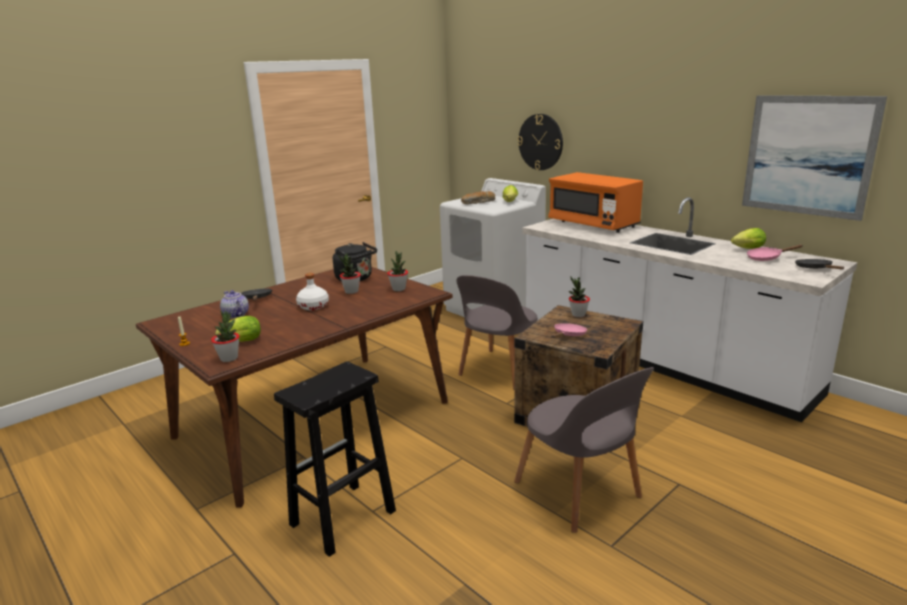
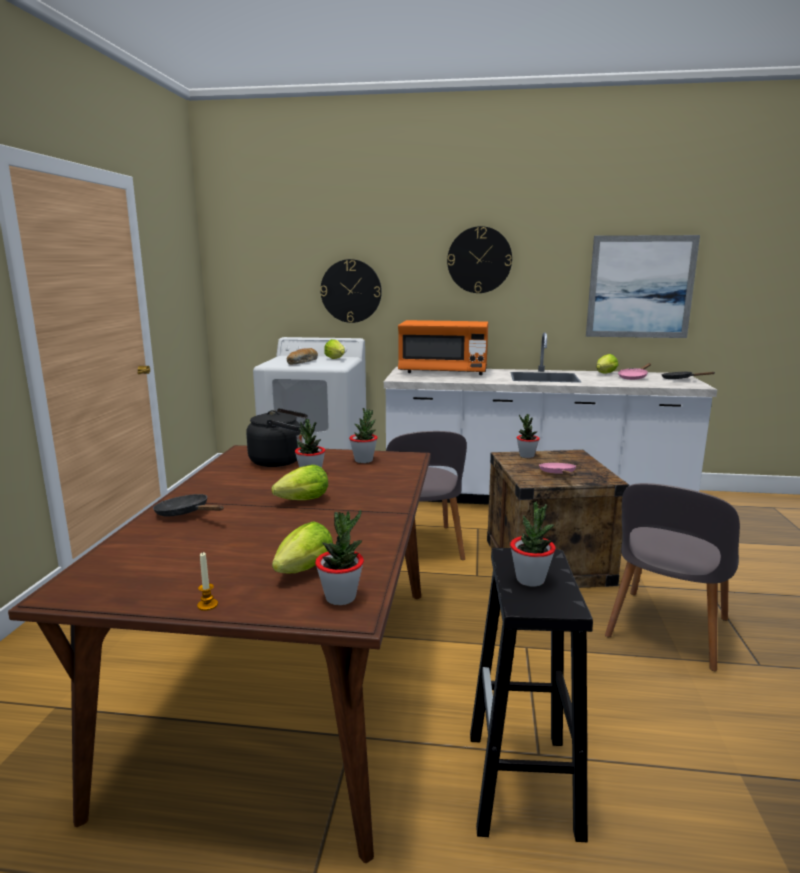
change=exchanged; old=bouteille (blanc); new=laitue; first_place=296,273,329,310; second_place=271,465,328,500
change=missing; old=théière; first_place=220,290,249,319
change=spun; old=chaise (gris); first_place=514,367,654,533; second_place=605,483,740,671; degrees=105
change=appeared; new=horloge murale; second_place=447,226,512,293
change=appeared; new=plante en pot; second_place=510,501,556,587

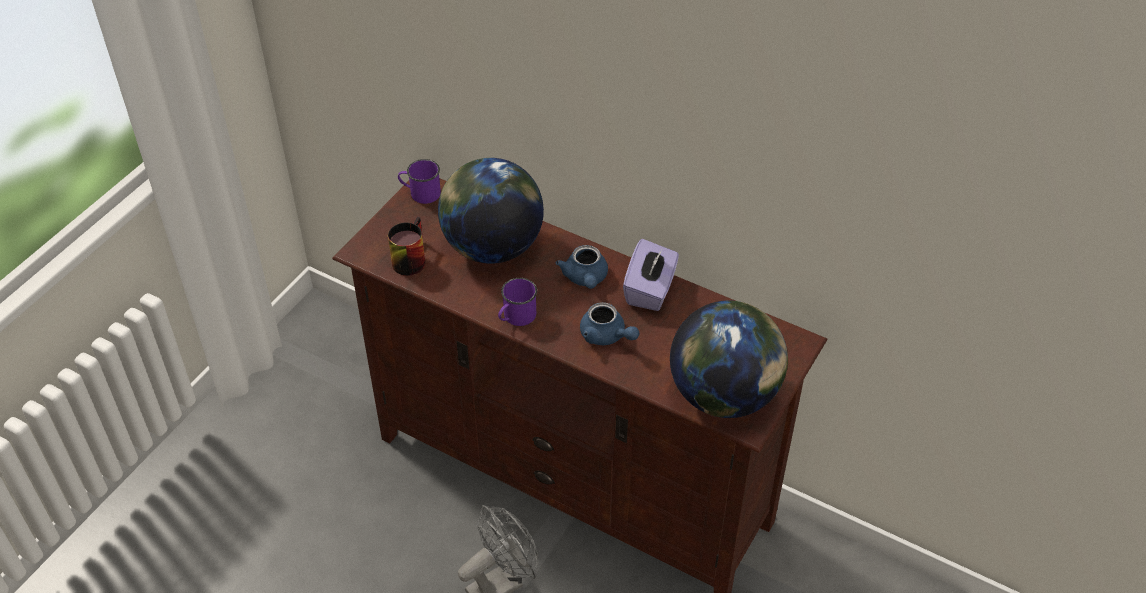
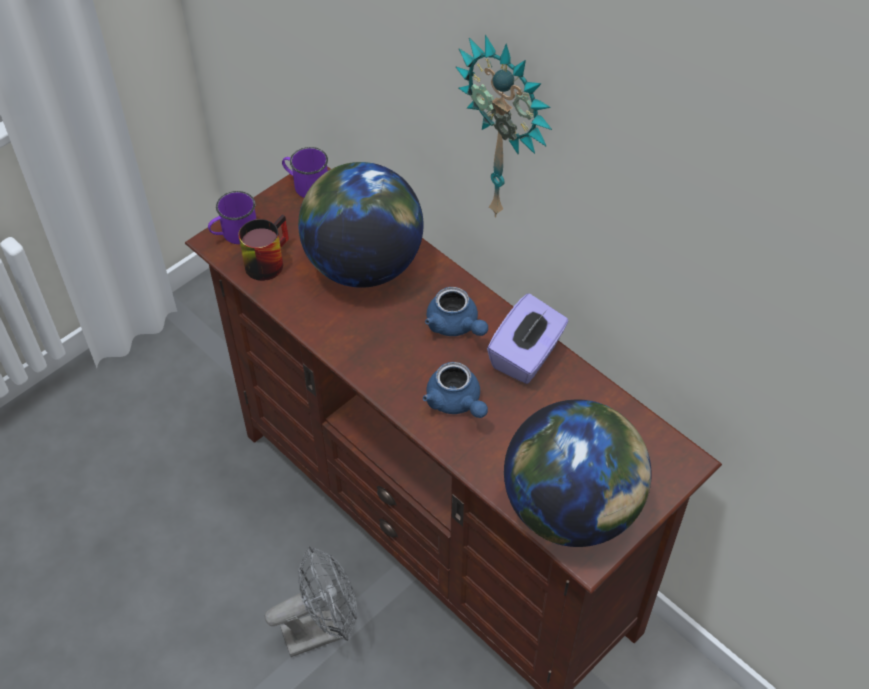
change=spun; old=théière (bleu); first_place=556,245,608,289; second_place=425,287,488,336; degrees=-45
change=relocated; old=mug (violet); first_place=498,278,537,326; second_place=208,191,256,244
change=appeared; new=horloge murale; second_place=456,35,552,218

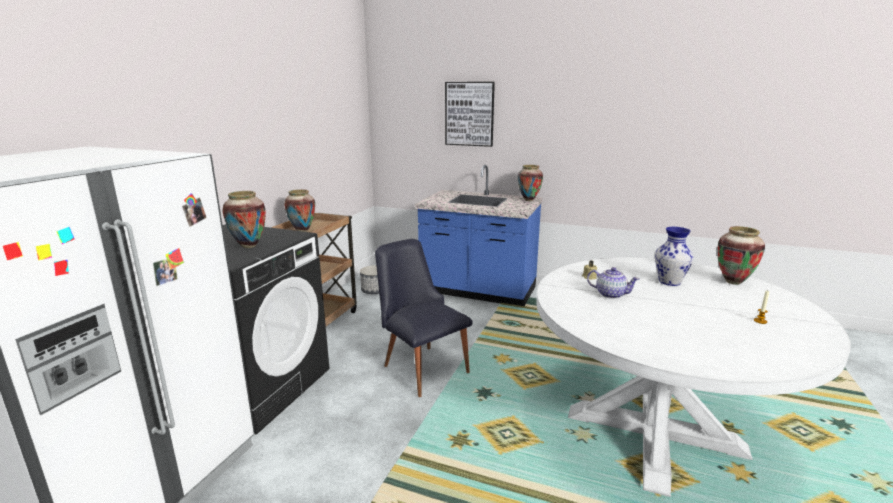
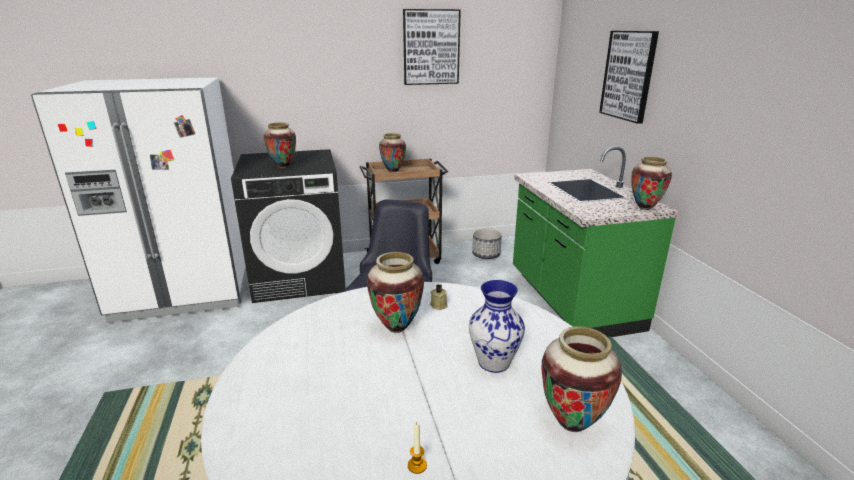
change=colour; old=comptoir de cuisine (bleu); new=comptoir de cuisine (vert); first_place=415,165,543,306; second_place=513,146,678,337
change=exchanged; old=théière; new=vase; first_place=587,267,639,299; second_place=367,252,424,333
change=appeared; new=tableau; second_place=403,9,461,85

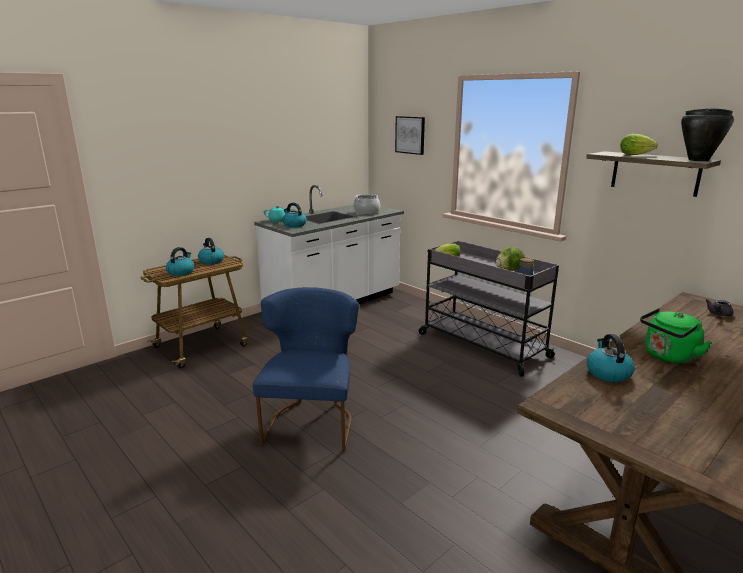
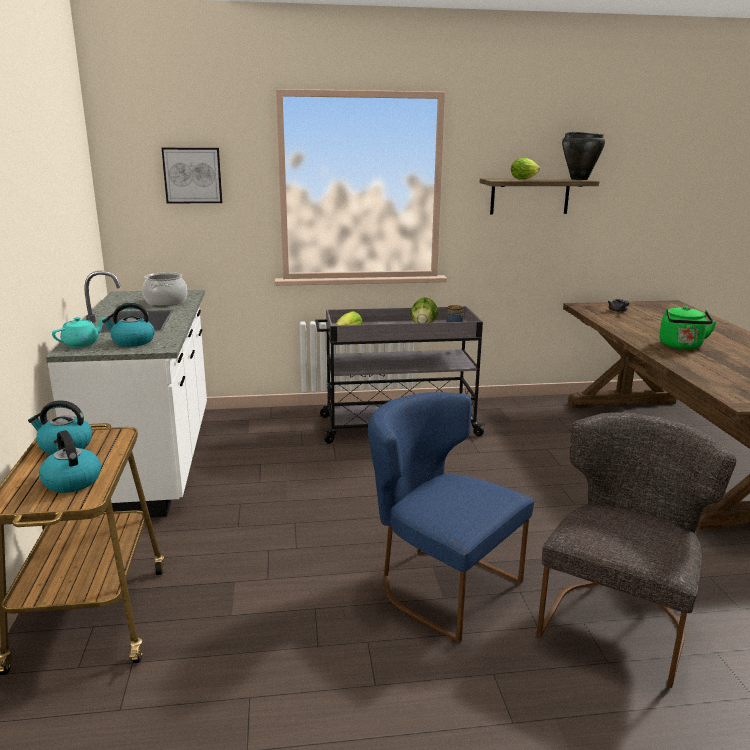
change=missing; old=bouilloire; first_place=587,334,635,382
change=appeared; new=chaise (gris); second_place=537,412,736,688

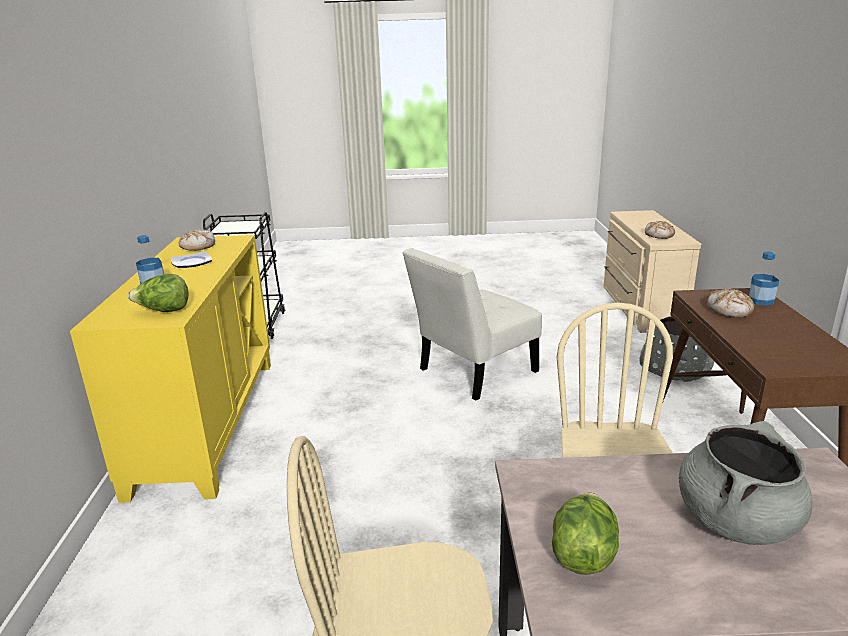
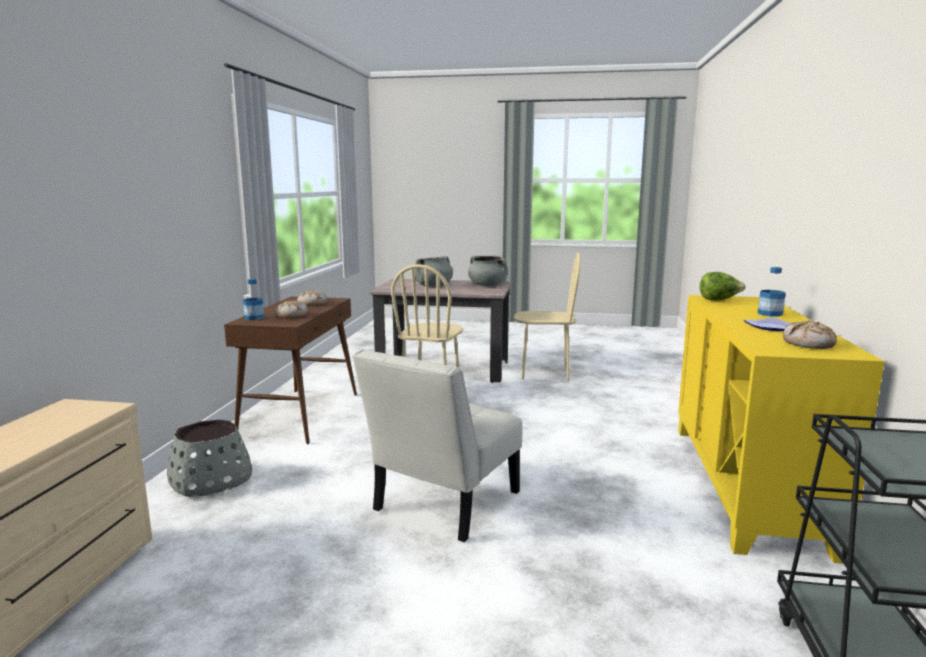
change=relocated; old=pain; first_place=645,221,675,239; second_place=297,290,327,306
change=spun; old=chaise (blanc); first_place=403,248,542,401; second_place=352,349,522,542; degrees=150
change=exchanged; old=laitue; new=marmite (gris); first_place=552,493,619,575; second_place=468,256,508,286

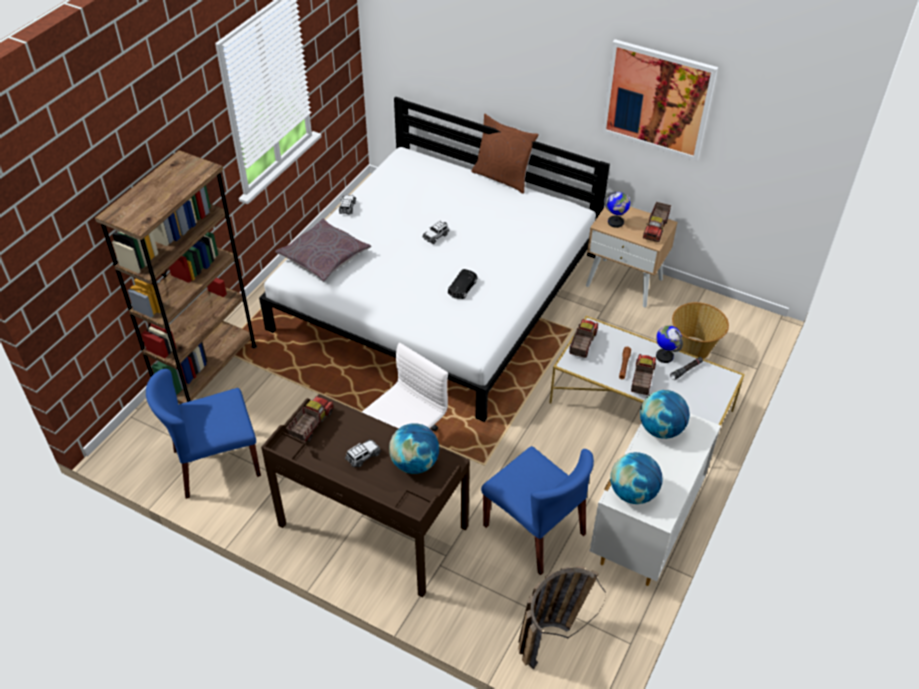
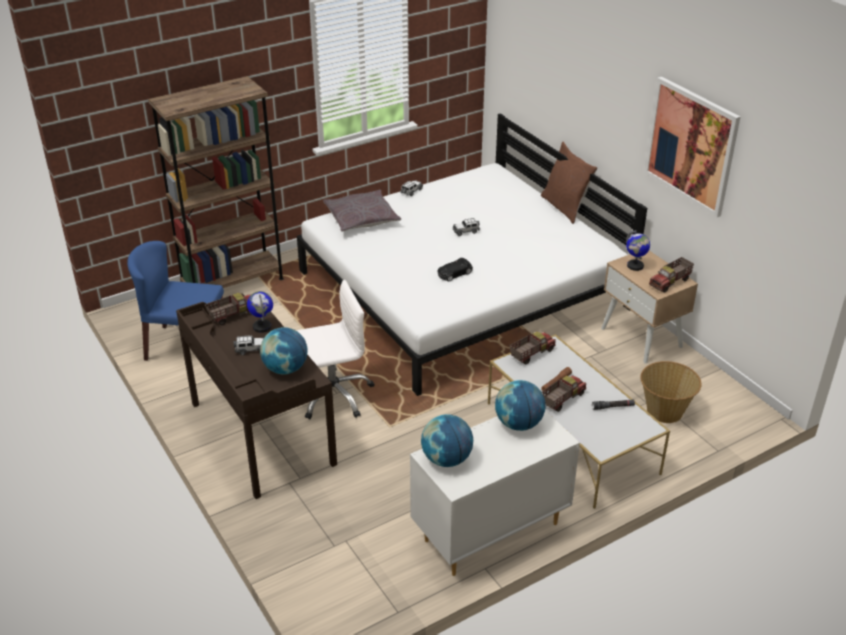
change=relocated; old=globe; first_place=656,325,683,363; second_place=247,291,273,333
change=missing; old=chaise (bleu); first_place=481,446,594,575
change=missing; old=panier; first_place=518,566,606,669

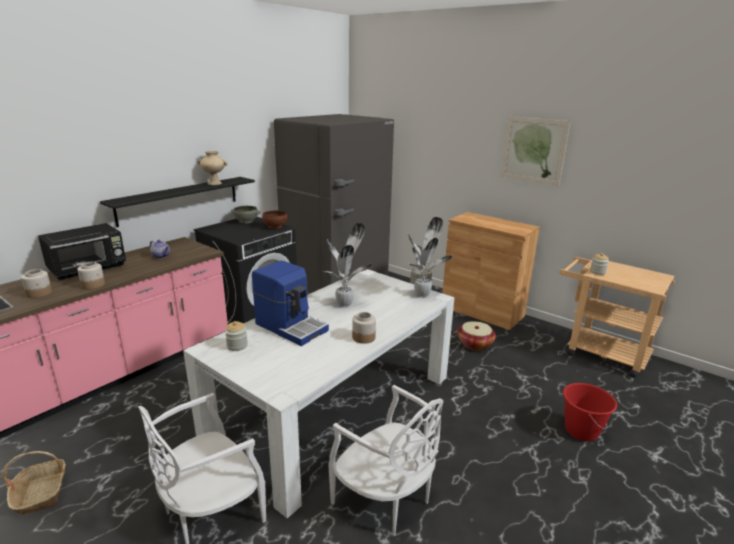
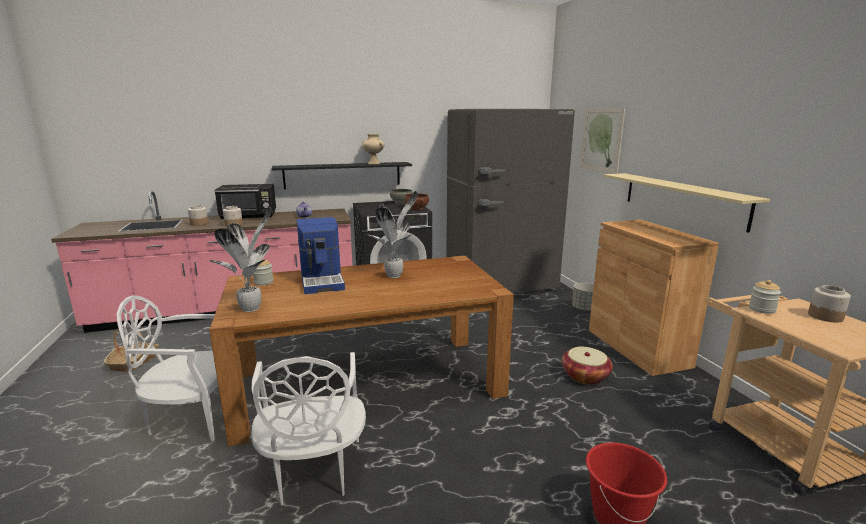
change=relocated; old=tableau; first_place=501,117,570,185; second_place=580,108,625,174
change=relocated; old=plante en pot; first_place=408,217,452,298; second_place=209,207,271,312
change=colour; old=table à manger (blanc); new=table à manger (marron); first_place=183,269,455,518; second_place=209,256,514,447
change=relocated; old=bocal; first_place=352,312,376,344; second_place=808,285,851,323
change=appeared; new=étagère (beige); second_place=603,173,770,233

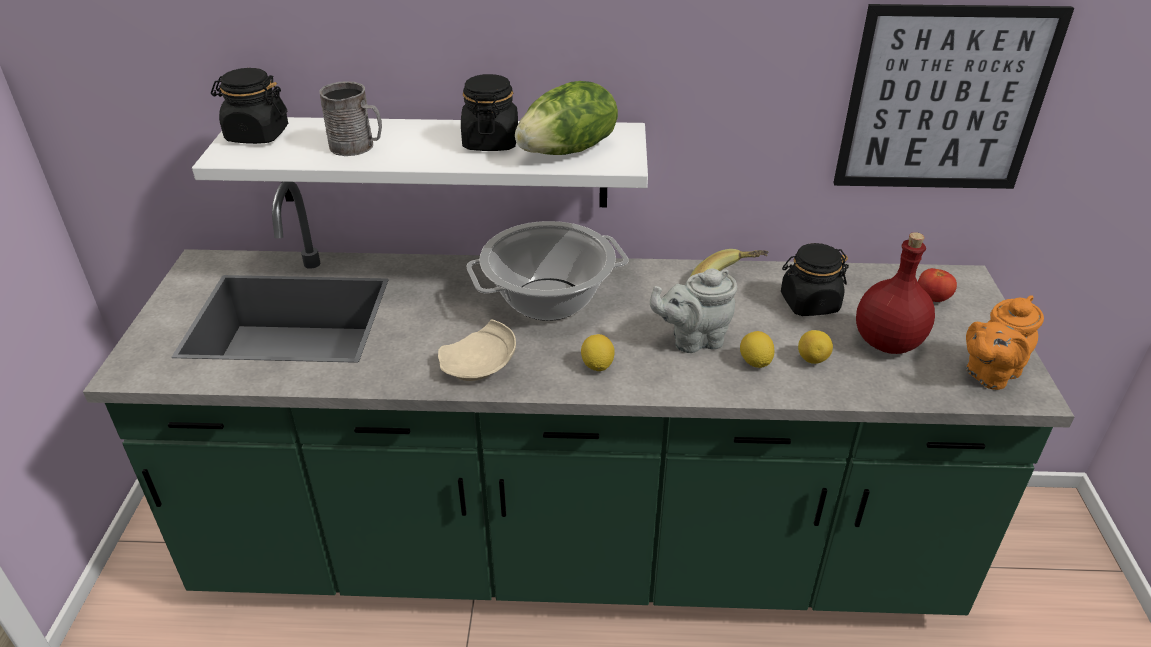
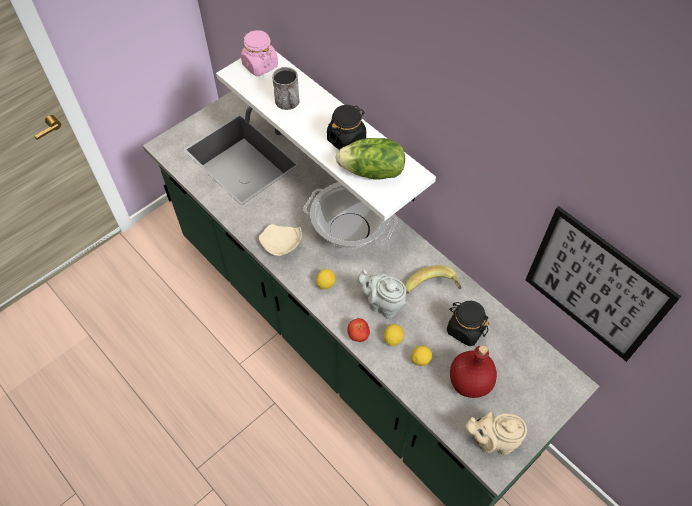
change=colour; old=bocal (noir); new=bocal (rose); first_place=211,68,288,144; second_place=241,30,278,76
change=relocated; old=tomate; first_place=918,268,957,302; second_place=347,318,370,342
change=colour; old=théière (orange); new=théière (beige); first_place=966,295,1044,390; second_place=465,411,527,455

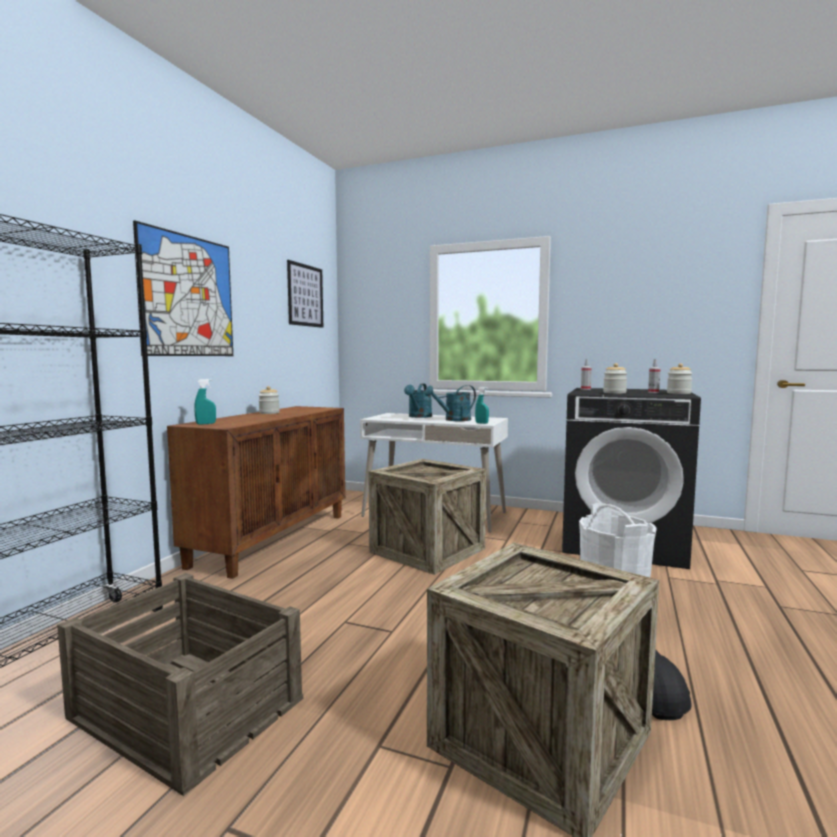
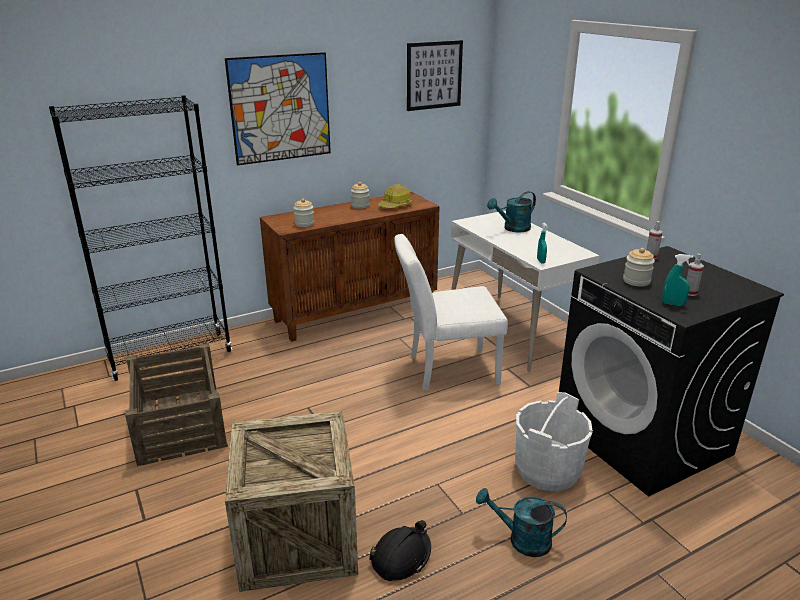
change=relocated; old=bocal; first_place=667,363,693,394; second_place=294,199,314,227
change=relocated; old=vaporisateur (turquoise); first_place=194,379,216,425; second_place=662,254,693,306
change=relocated; old=arrosoir (turquoise); first_place=424,385,476,421; second_place=476,488,567,557
change=exchanged; old=caisse; new=chaise (blanc); first_place=368,459,486,575; second_place=394,234,508,391
change=appeared; new=casque de chantier; second_place=378,184,412,208

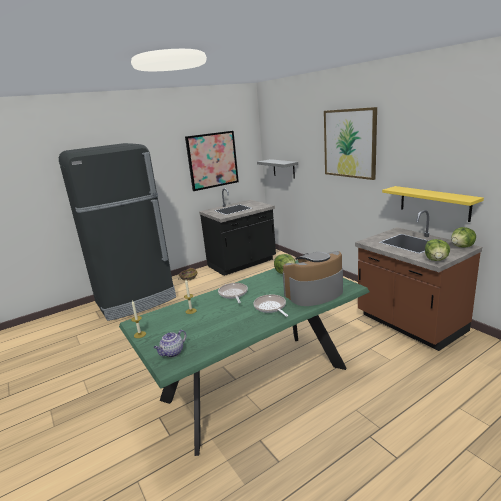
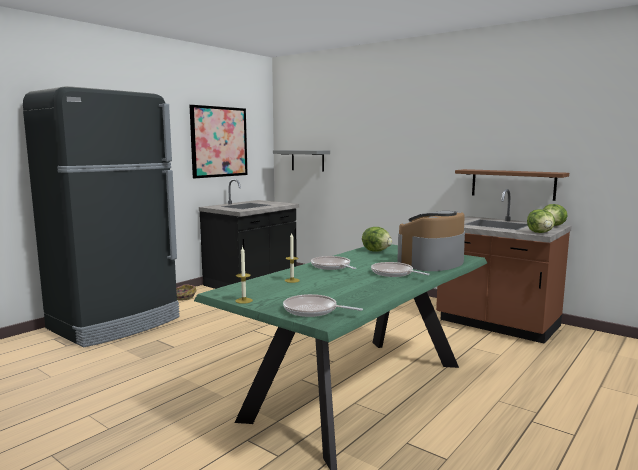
change=missing; old=tableau; first_place=324,107,377,180
change=colour; old=étagère (jaune); new=étagère (marron); first_place=382,186,484,222; second_place=455,169,569,201
change=exchanged; old=théière; new=poêle; first_place=154,330,186,357; second_place=283,294,363,317

